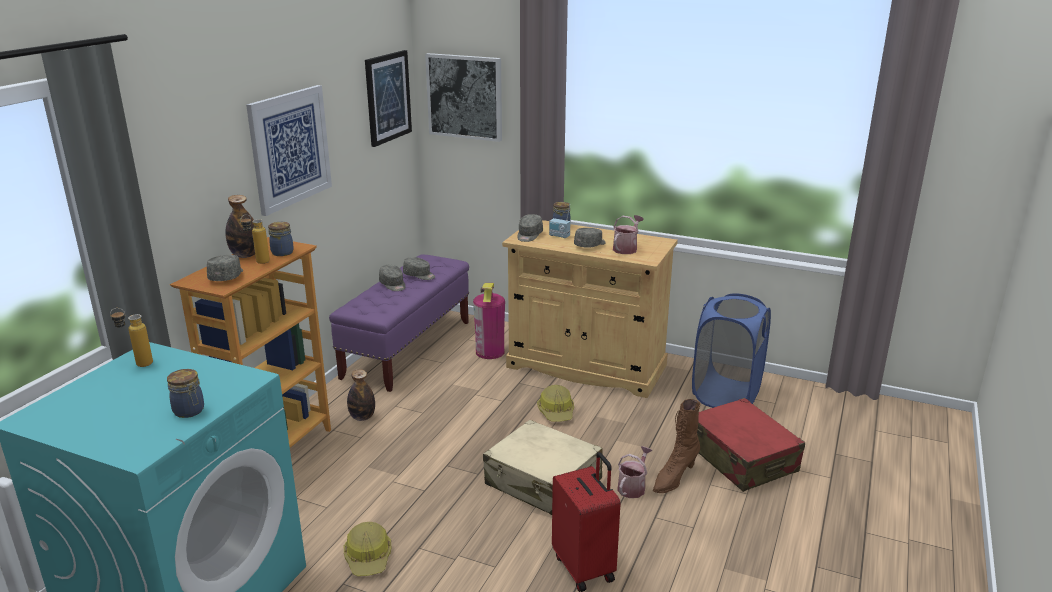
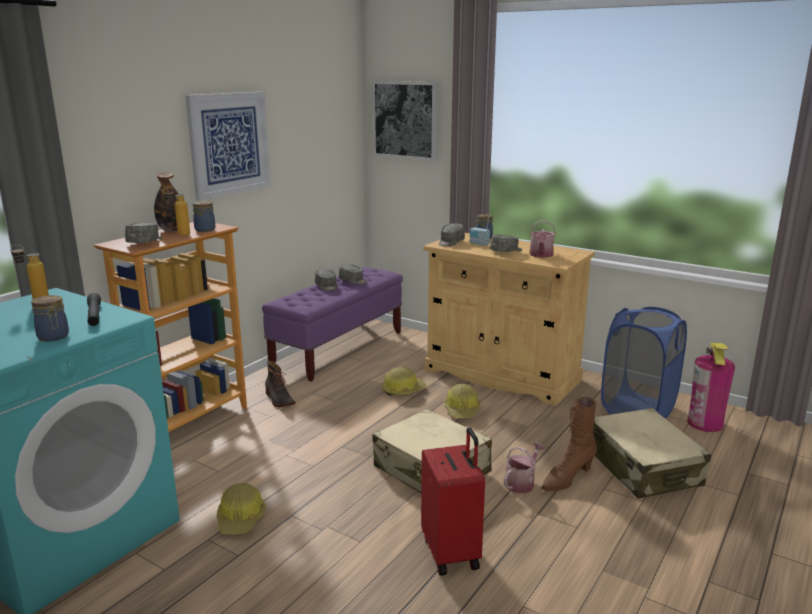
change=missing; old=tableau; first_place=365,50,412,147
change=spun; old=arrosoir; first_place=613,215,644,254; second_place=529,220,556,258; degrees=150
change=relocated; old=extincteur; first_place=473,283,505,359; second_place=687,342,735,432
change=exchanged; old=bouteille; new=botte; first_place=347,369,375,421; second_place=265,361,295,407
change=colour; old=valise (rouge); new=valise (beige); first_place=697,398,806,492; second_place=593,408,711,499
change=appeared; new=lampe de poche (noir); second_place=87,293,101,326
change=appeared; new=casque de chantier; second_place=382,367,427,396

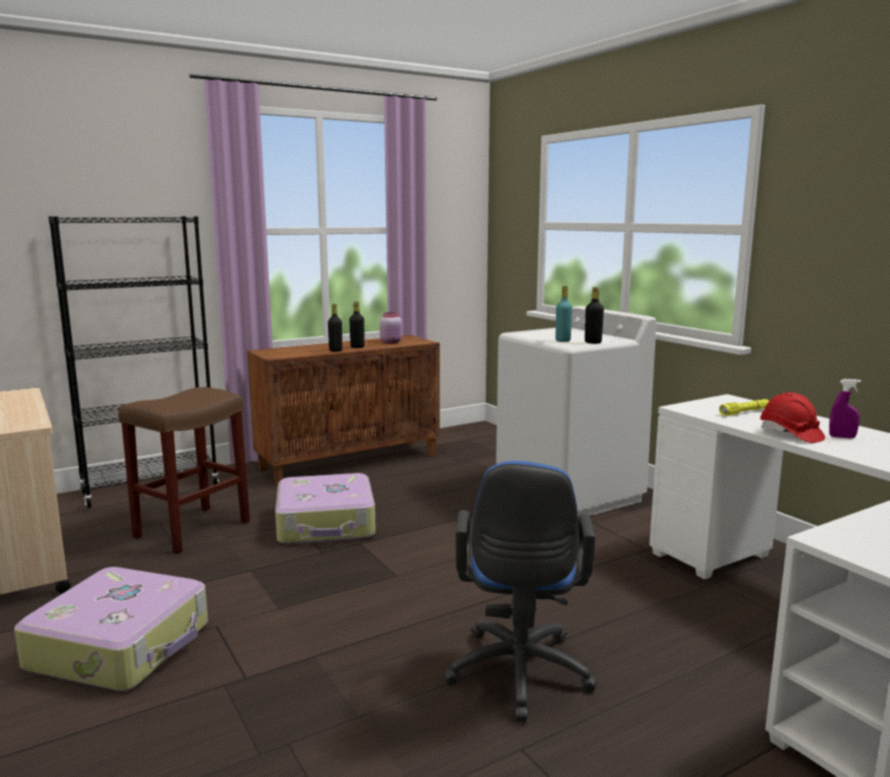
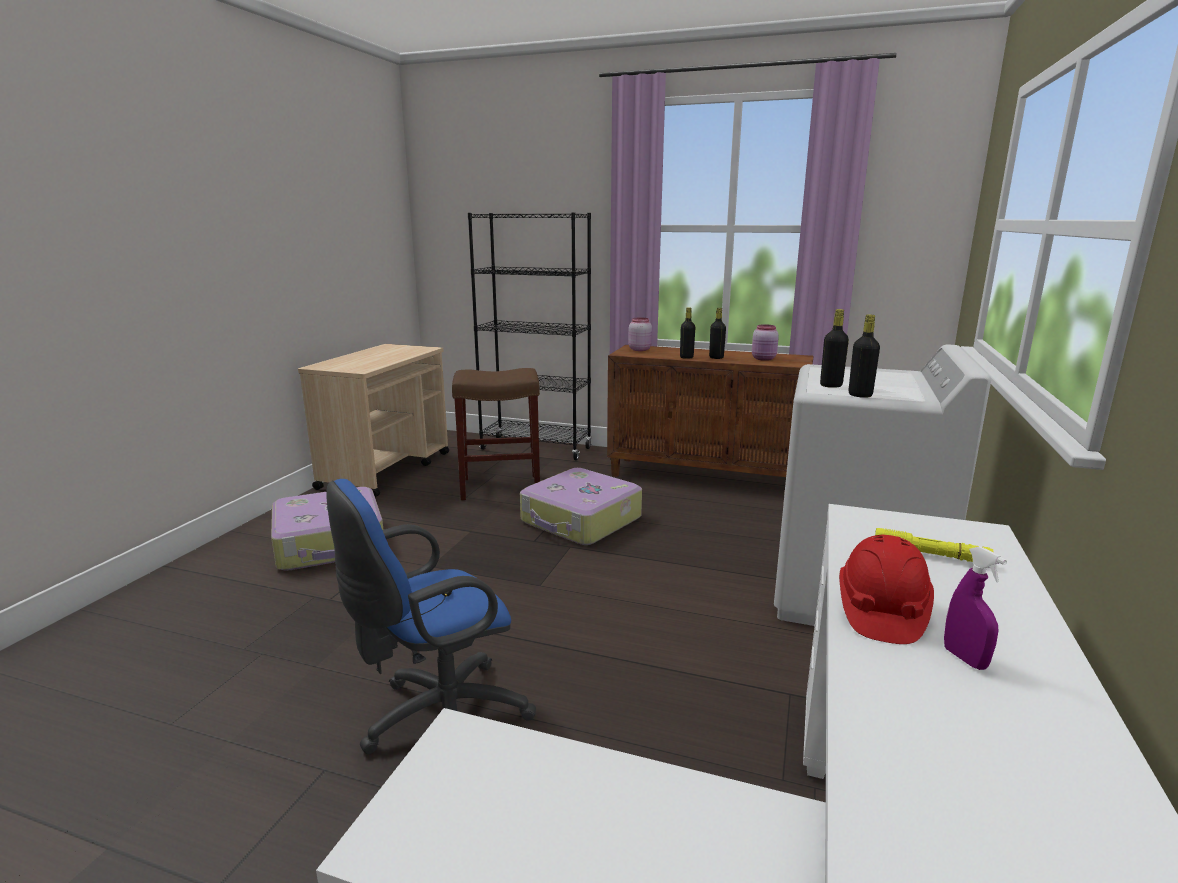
change=colour; old=bouteille (turquoise); new=bouteille (noir); first_place=556,286,572,342; second_place=820,309,849,388
change=appeared; new=bocal (rose); second_place=628,317,652,351

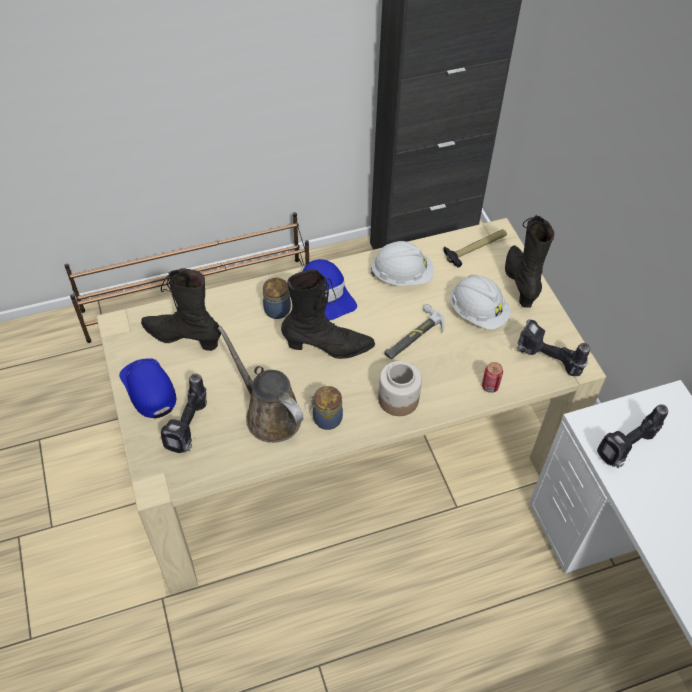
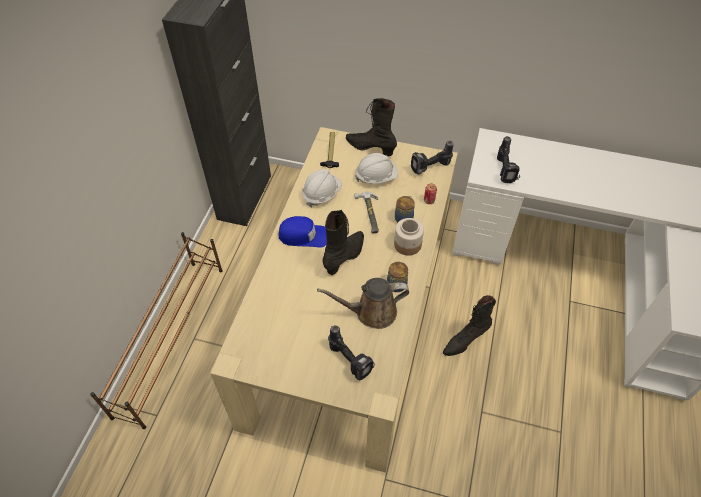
change=relocated; old=botte (noir); first_place=141,268,221,351; second_place=443,295,496,356
change=relocated; old=bocal; first_place=263,277,291,319; second_place=395,196,415,223
change=missing; old=casquette (bleu); first_place=119,358,176,419

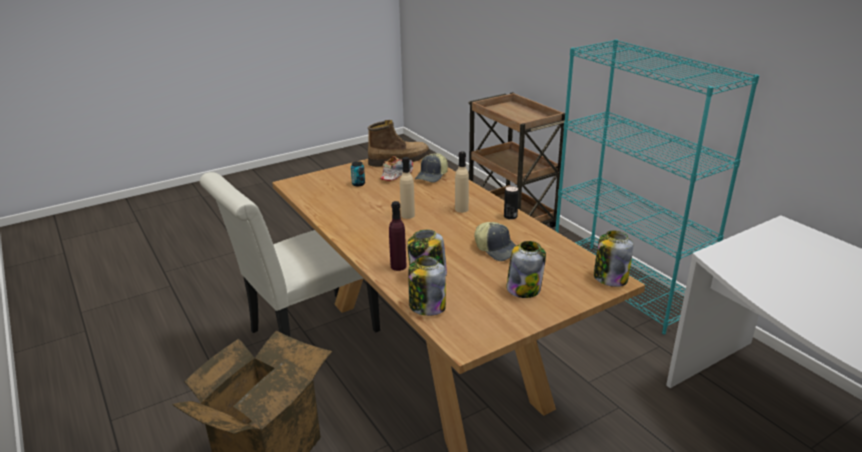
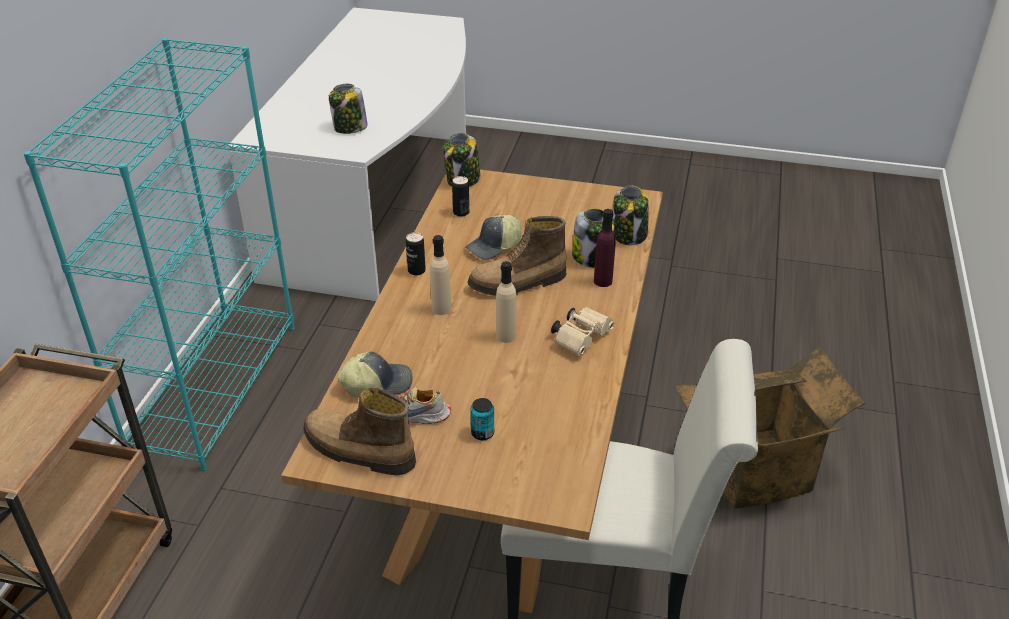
change=spun; old=casquette; first_place=474,222,516,261; second_place=465,215,521,260; degrees=-135
change=relocated; old=bocal; first_place=506,241,546,298; second_place=329,84,368,134
change=appeared; new=boîte métallique; second_place=452,176,470,217
change=appeared; new=botte; second_place=468,216,567,296
change=appeared; new=jumelles (beige); second_place=551,307,615,356

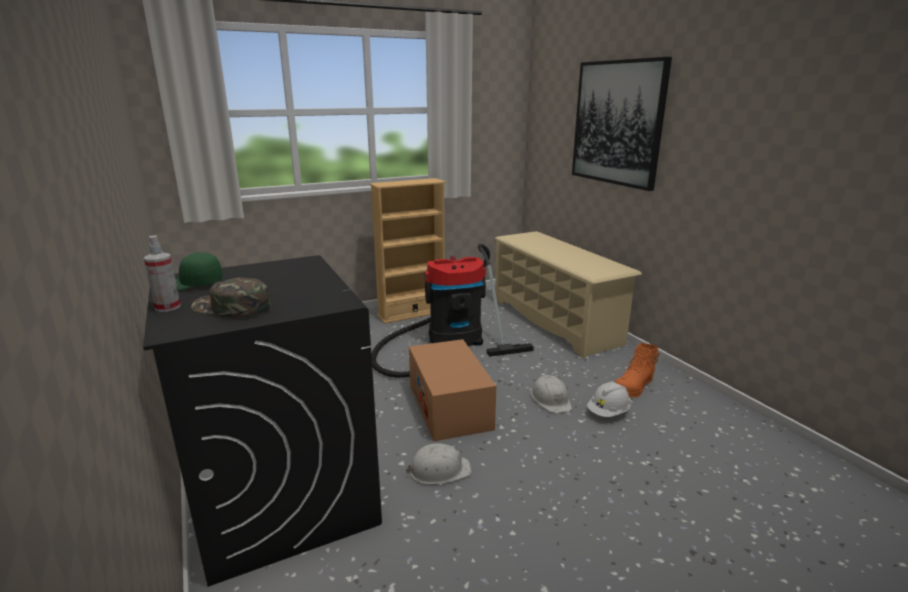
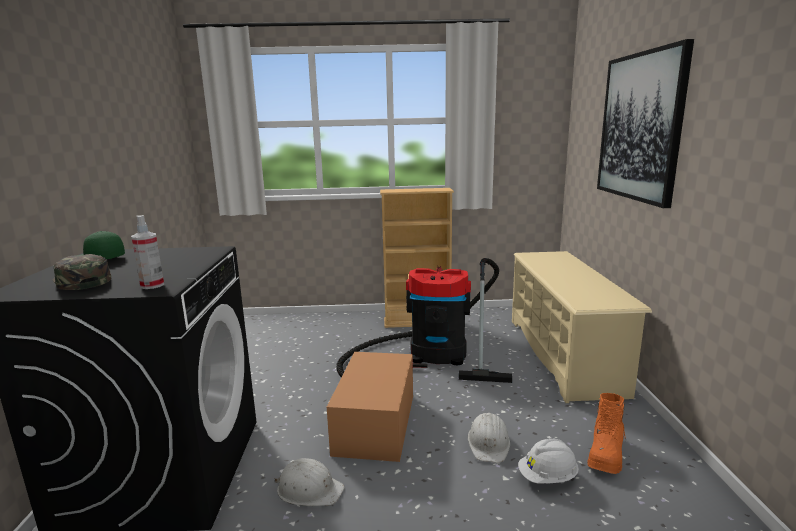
change=relocated; old=vaporisateur; first_place=144,235,181,312; second_place=131,215,164,289
change=spun; old=botte (orange); first_place=615,343,660,398; second_place=587,393,626,474; degrees=-45

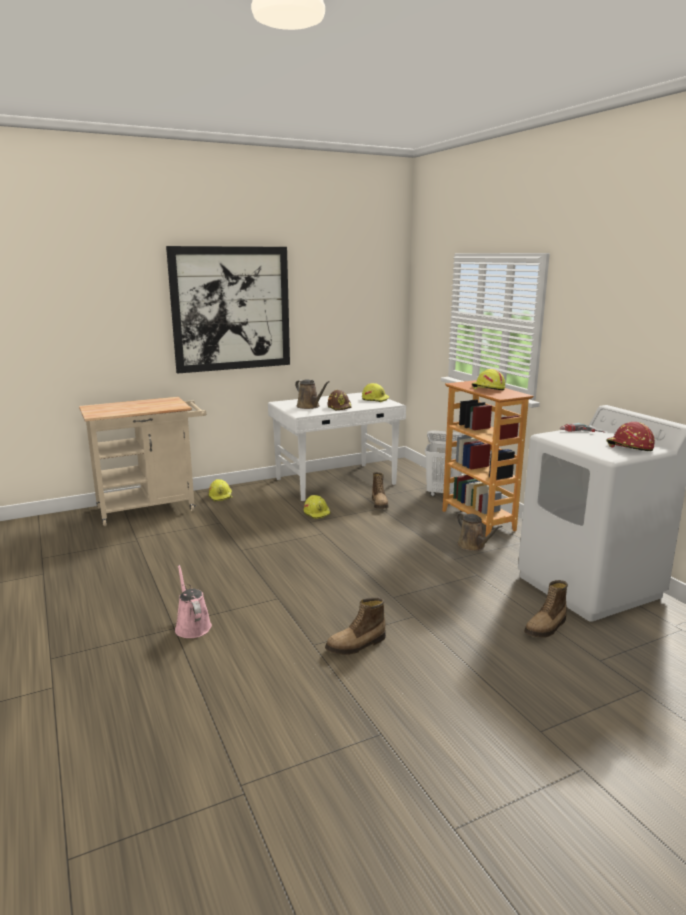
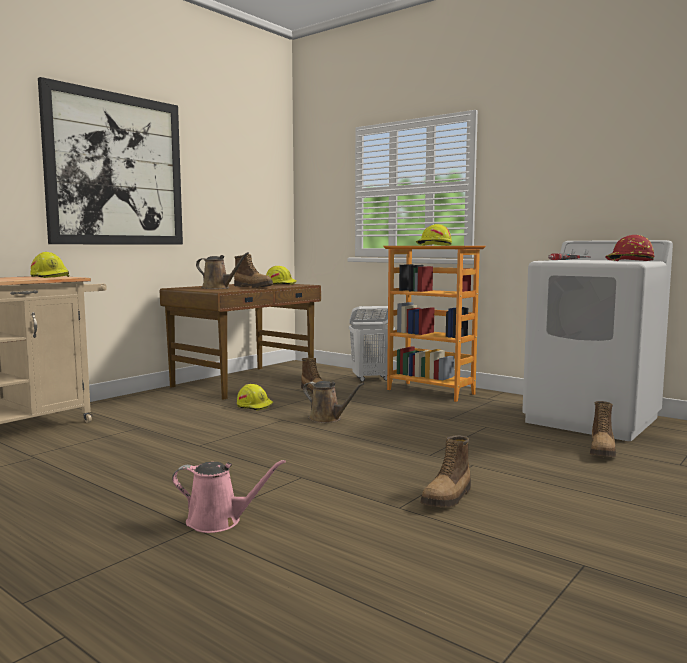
change=exchanged; old=casque de chantier (marron); new=botte; first_place=327,390,352,411; second_place=234,254,273,288
change=colour; old=bureau (blanc); new=bureau (marron); first_place=268,392,406,501; second_place=160,284,321,400
change=relocated; old=casque de chantier (jaune); first_place=209,479,233,501; second_place=30,252,69,278
change=relocated; old=arrosoir (marron); first_place=457,512,503,551; second_place=303,381,365,423
change=spun; old=arrosoir (rose); first_place=175,565,212,638; second_place=172,460,286,533; degrees=150

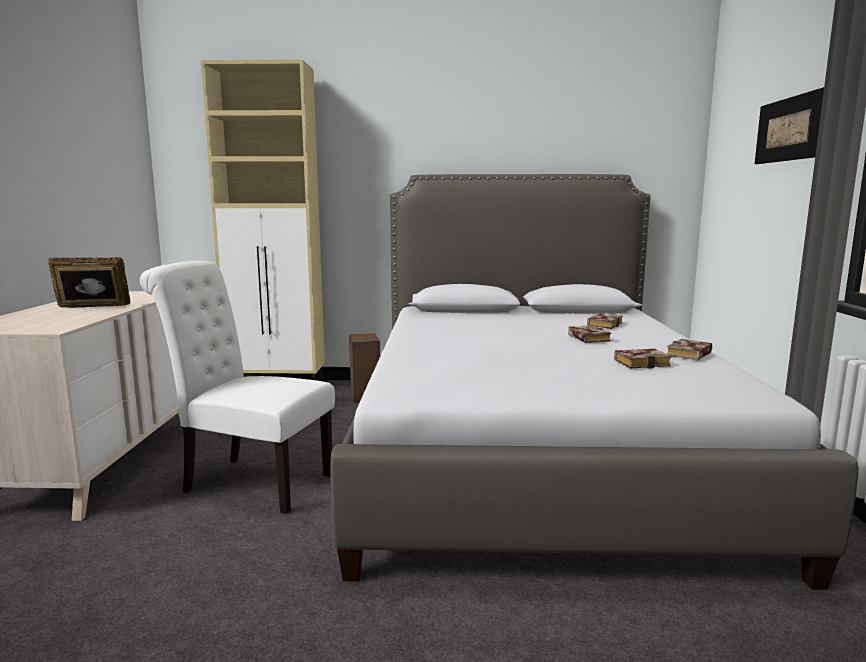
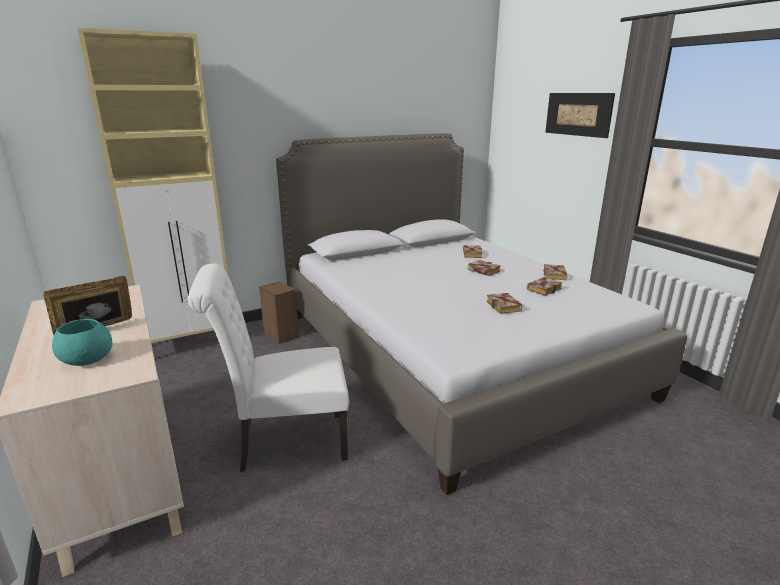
change=appeared; new=livre; second_place=487,293,522,314
change=appeared; new=bol (turquoise); second_place=52,319,112,366

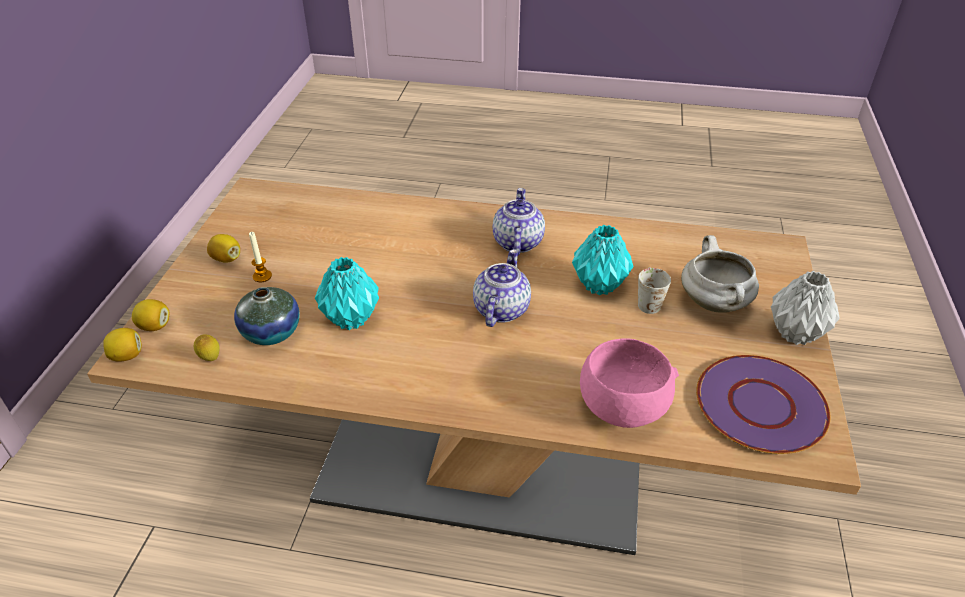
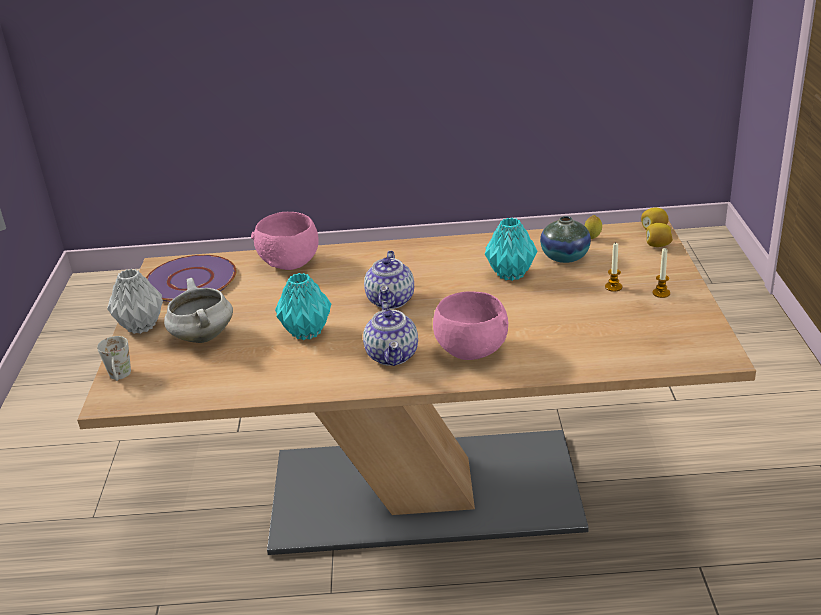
change=exchanged; old=citron; new=bougie; first_place=207,234,240,263; second_place=653,248,670,298
change=relocated; old=mug (blanc); first_place=638,267,671,314; second_place=97,336,131,381
change=appeared; new=bol (rose); second_place=433,291,509,360

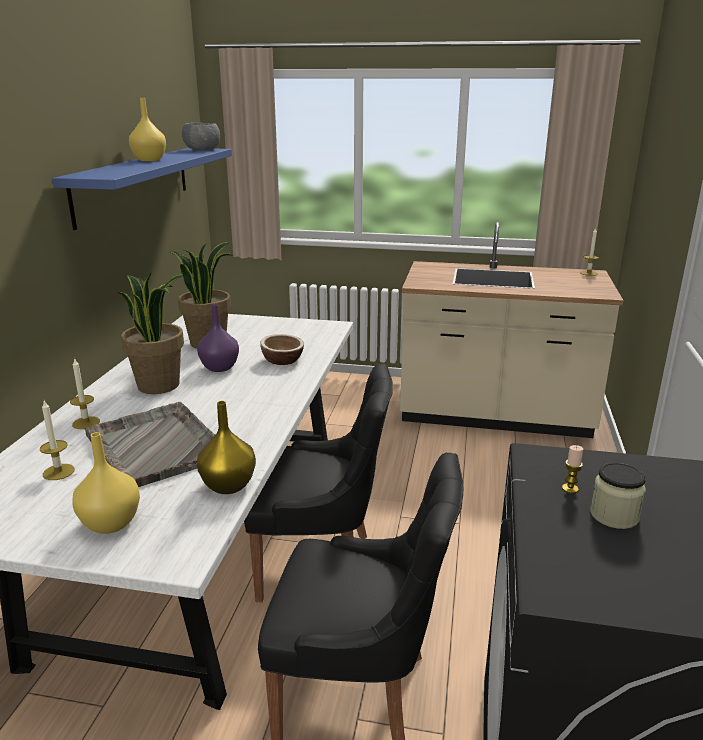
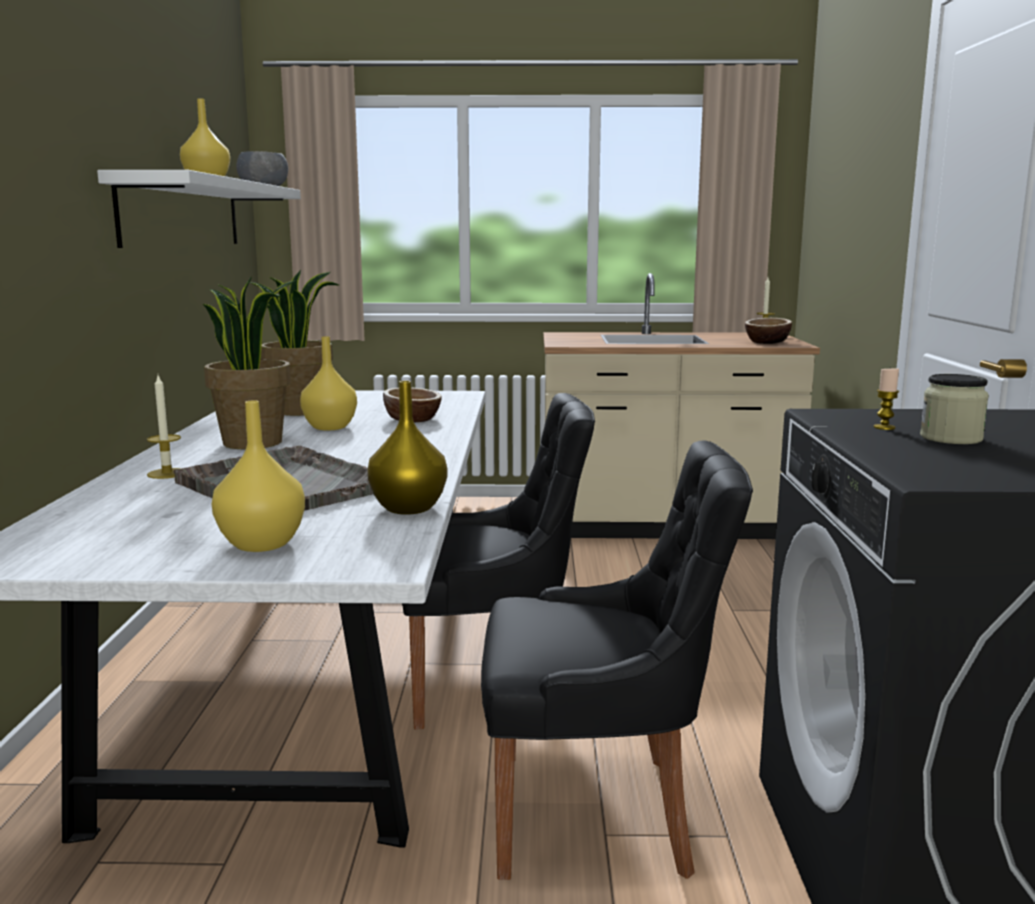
change=colour; old=étagère (bleu); new=étagère (blanc); first_place=52,148,232,230; second_place=97,170,301,248
change=colour; old=vase (violet); new=vase (jaune); first_place=197,304,239,372; second_place=300,336,357,431
change=missing; old=bougie; first_place=40,401,75,480
change=appeared; new=bol; second_place=745,318,792,344

